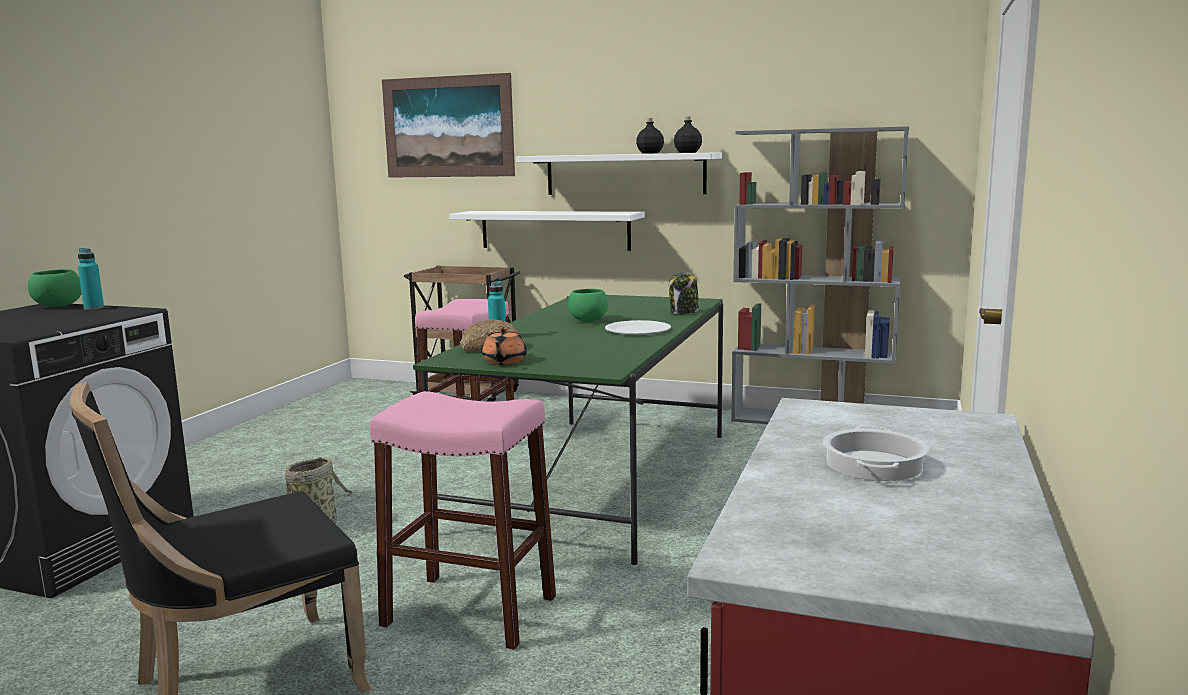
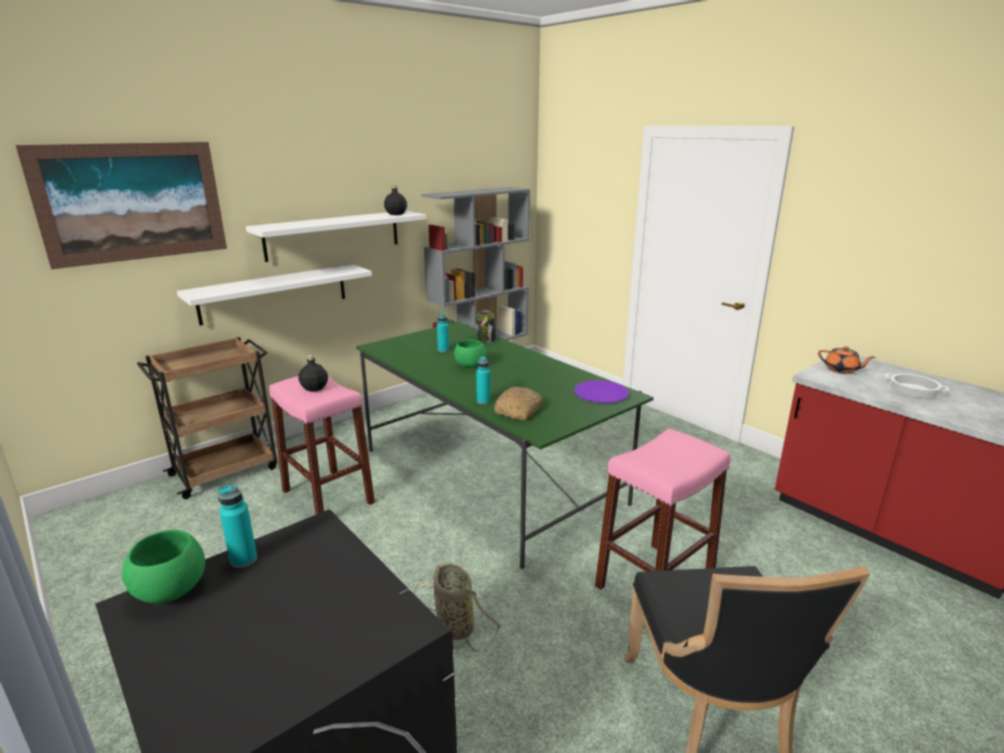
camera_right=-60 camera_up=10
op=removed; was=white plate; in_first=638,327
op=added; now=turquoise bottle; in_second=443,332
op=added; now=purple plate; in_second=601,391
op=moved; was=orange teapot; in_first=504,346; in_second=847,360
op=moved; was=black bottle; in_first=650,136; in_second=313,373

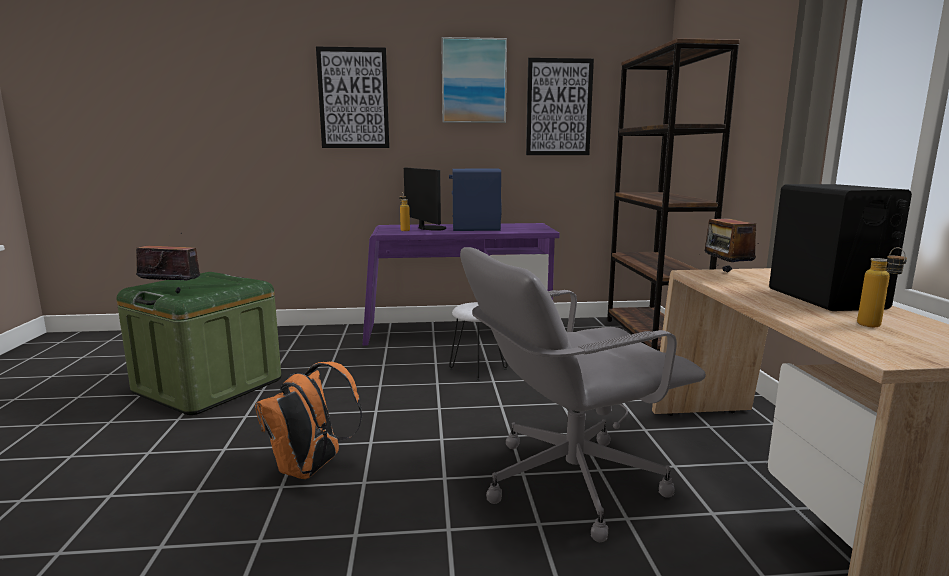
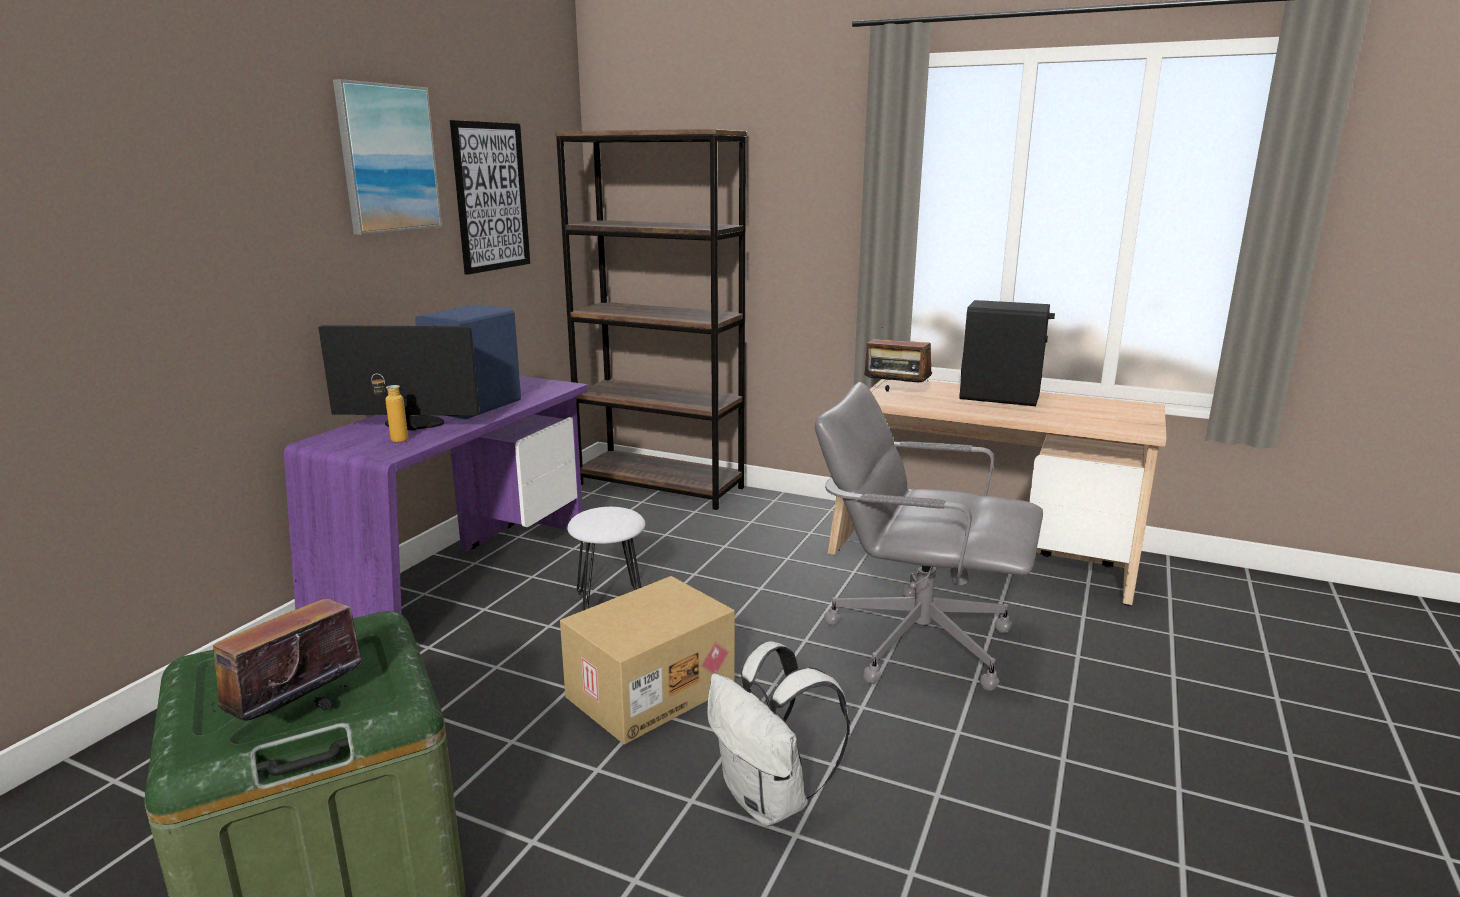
camera_right=-60 camera_up=5
op=removed; was=picture; in_first=352,97
op=removed; was=bottle; in_first=882,287
op=added; now=cardboard box; in_second=647,660
op=recoloured; was=orange backpack; now=white backpack; in_first=308,420; in_second=778,733
op=turned; was=grey office chair; in_first=583,394; in_second=929,536; clockwise=105

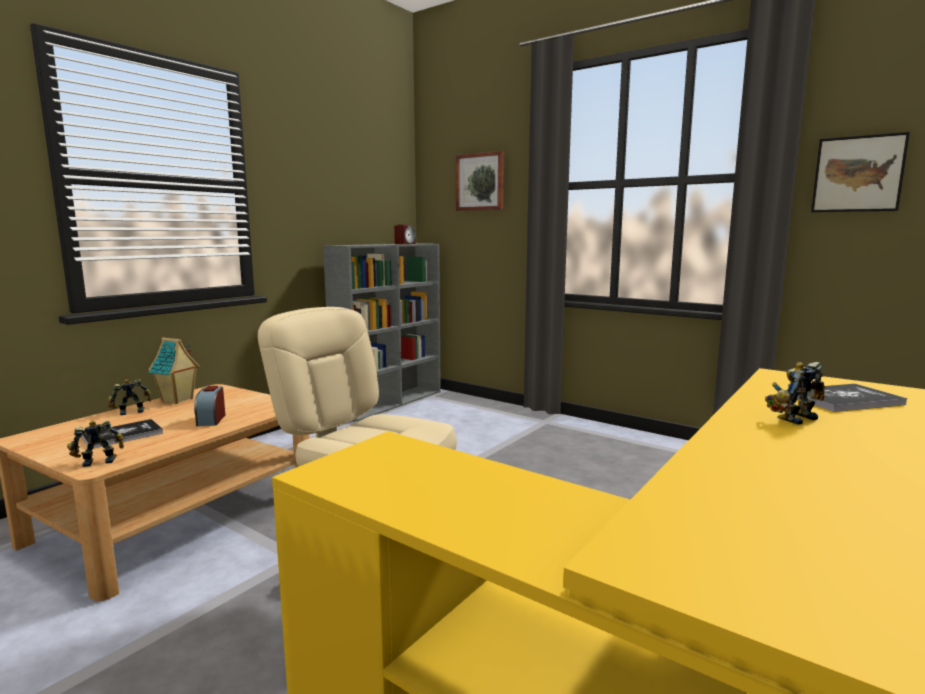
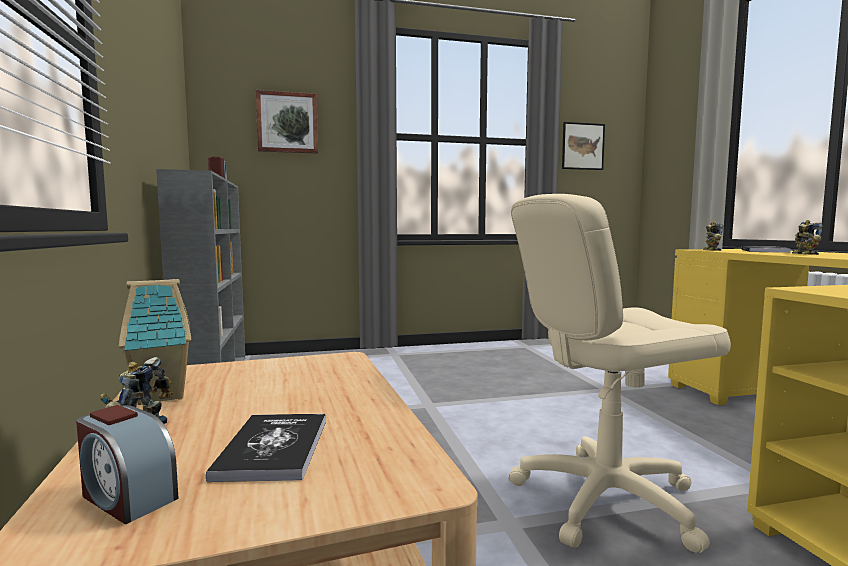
camera_right=-50 camera_up=-5
op=moved; was=toy robot; in_first=95,444; in_second=713,236
op=moved; was=alarm clock; in_first=209,406; in_second=127,464

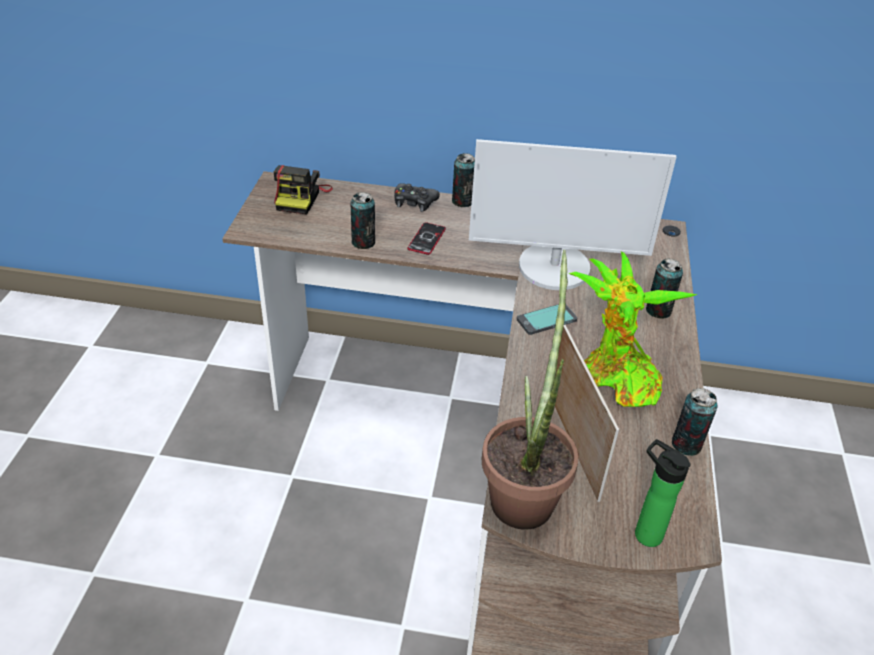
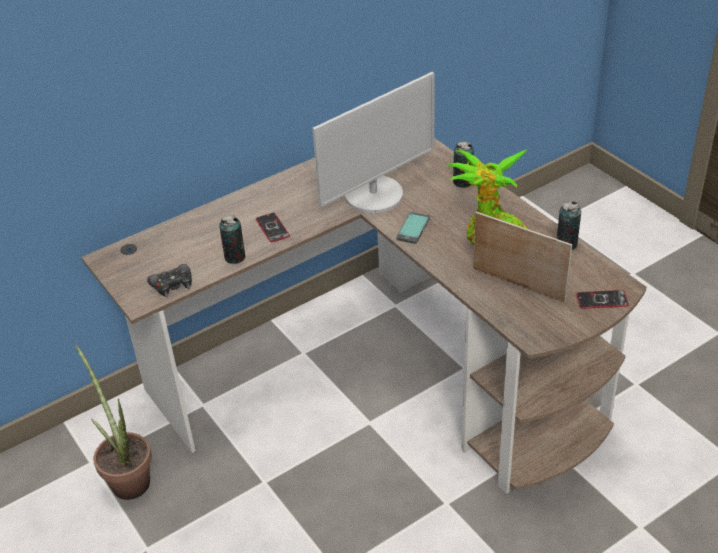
camera_right=-40 camera_up=0
op=removed; was=photo camera; in_first=303,189
op=removed; was=can; in_first=463,180
op=moved; was=black game controller; in_first=417,197; in_second=169,280
op=moved; was=potted plant; in_first=530,390; in_second=113,422
op=replaced; was=bottle; now=phone; in_first=663,493; in_second=602,299

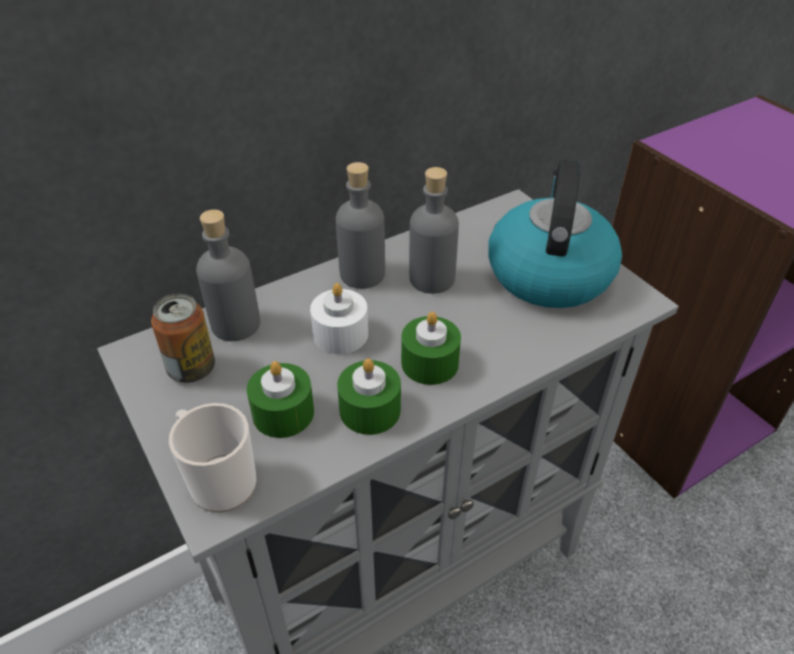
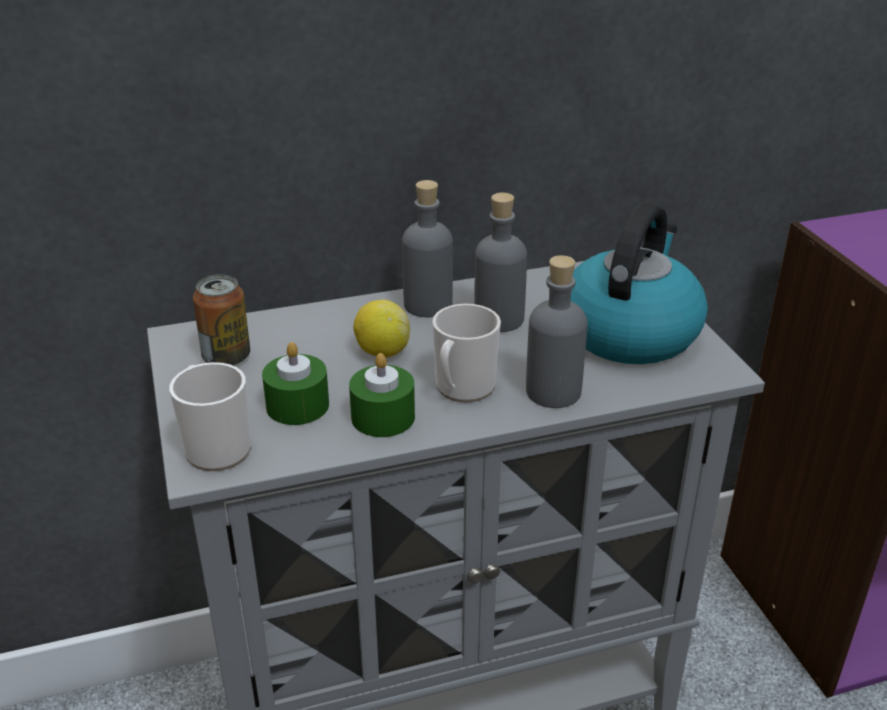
camera_right=15 camera_up=-10
op=moved; was=grey bottle; in_first=228,275; in_second=557,331
op=replaced; was=white candle; now=lemon; in_first=339,318; in_second=381,328
op=replaced; was=green candle; now=mug; in_first=431,348; in_second=466,353

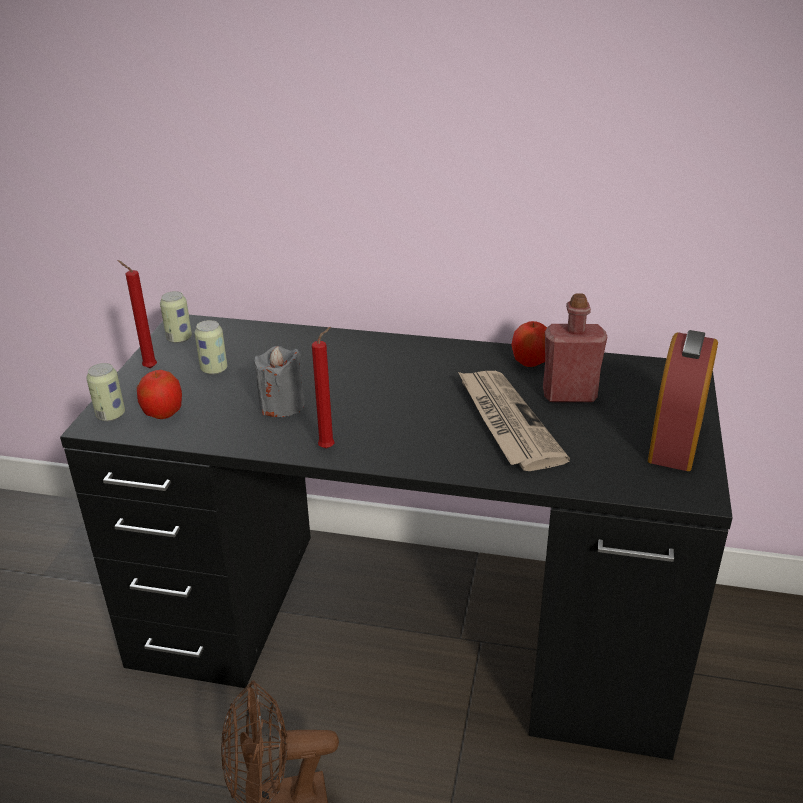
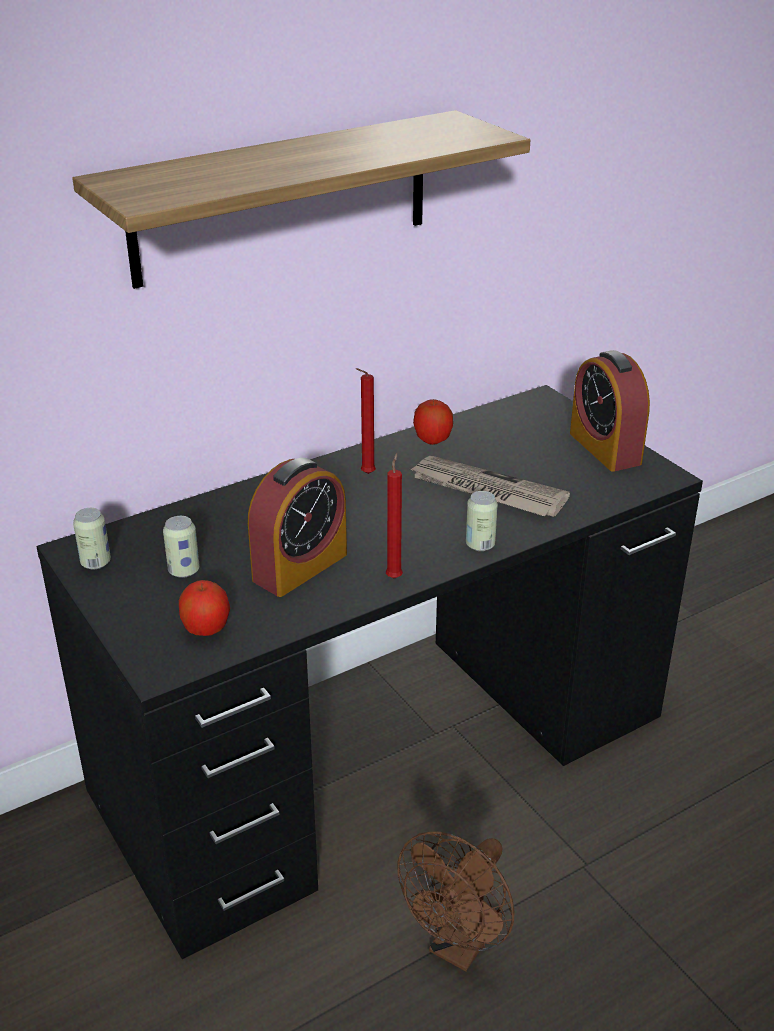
camera_right=-45 camera_up=0
op=removed; was=red bottle; in_first=575,347
op=added; now=shelf; in_second=301,199
op=moved; was=can; in_first=105,392; in_second=482,521
op=moved; was=red candle; in_first=137,314; in_second=366,421
op=replaced; was=grey candle; now=alarm clock; in_first=279,381; in_second=297,527

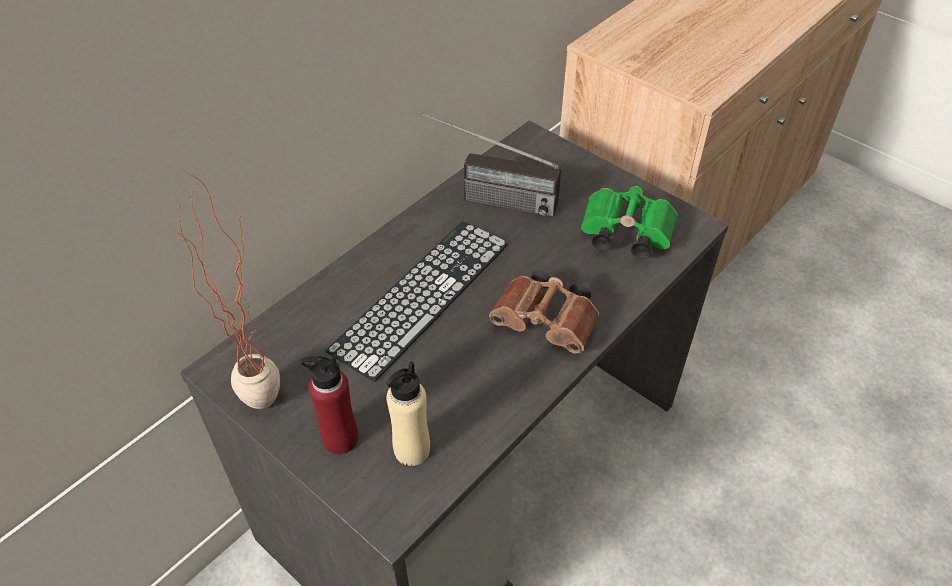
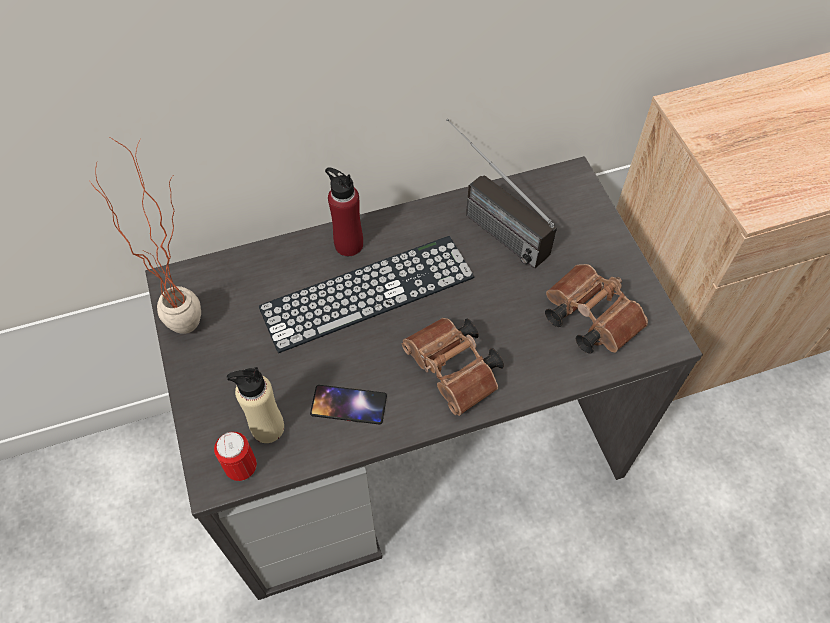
camera_right=30 camera_up=10
op=added; now=can; in_second=235,456
op=added; now=phone; in_second=348,404
op=moved; was=red bottle; in_first=329,404; in_second=344,211
op=recoloured; was=green binoculars; now=brown binoculars; in_first=629,222; in_second=596,309

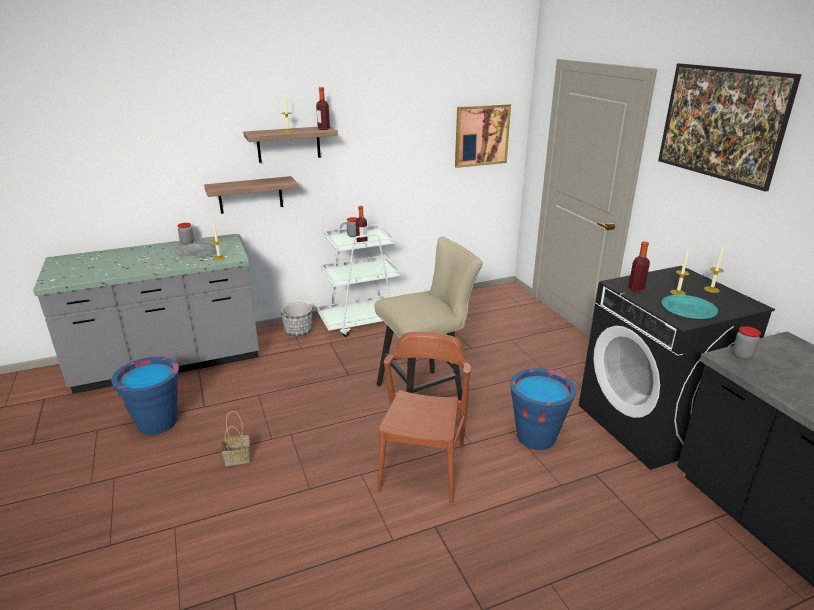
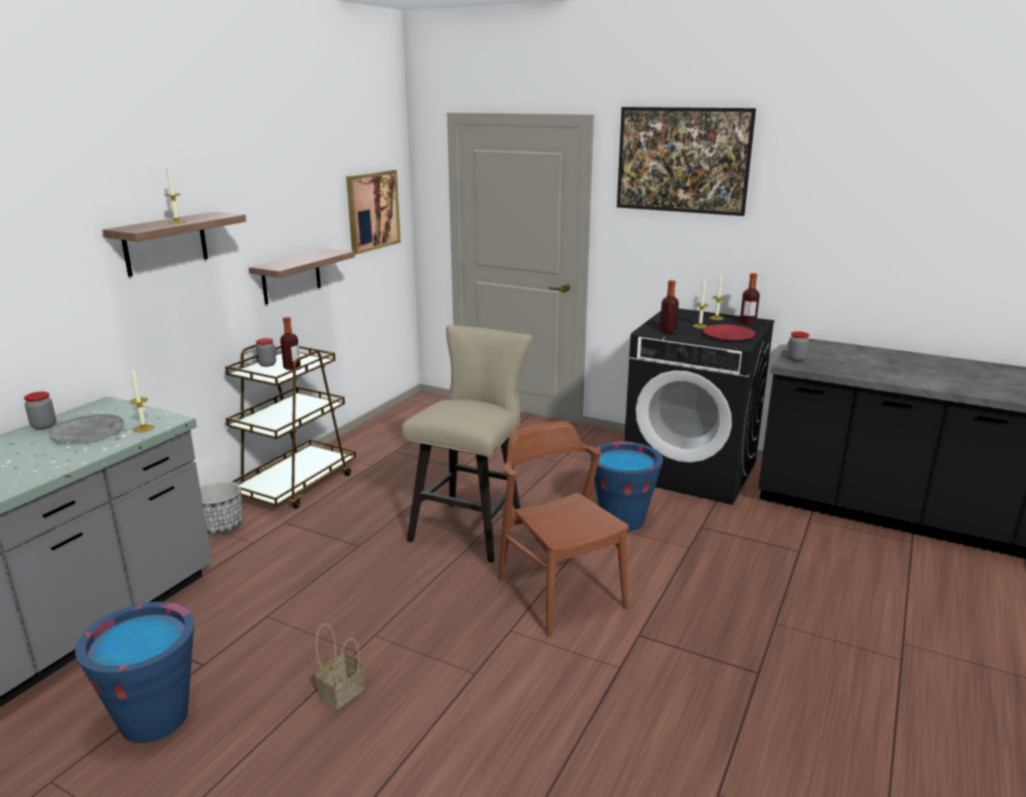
camera_right=-40 camera_up=-5
op=moved; was=shelf; in_first=251,195; in_second=302,276
op=moved; was=bottle; in_first=323,108; in_second=750,298
op=recoloured; was=white cart; now=brown cart; in_first=358,279; in_second=290,426
op=recoloured; was=turquoise plate; now=red plate; in_first=690,307; in_second=729,332

